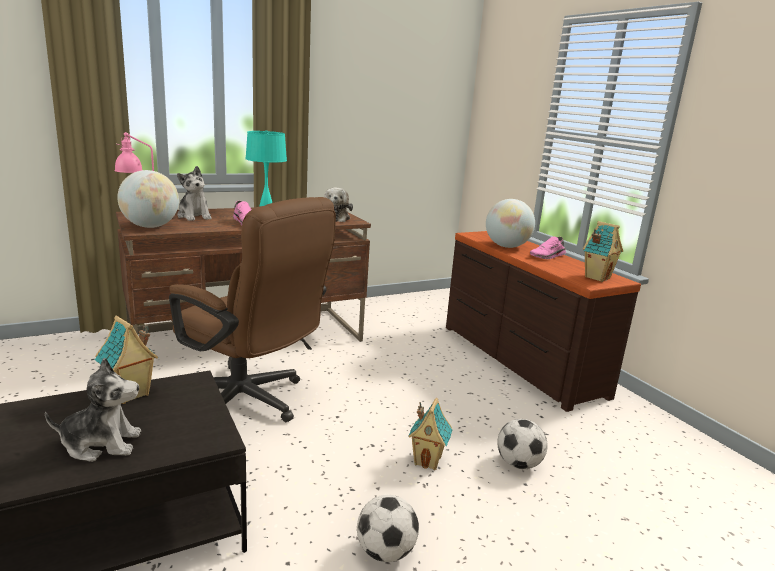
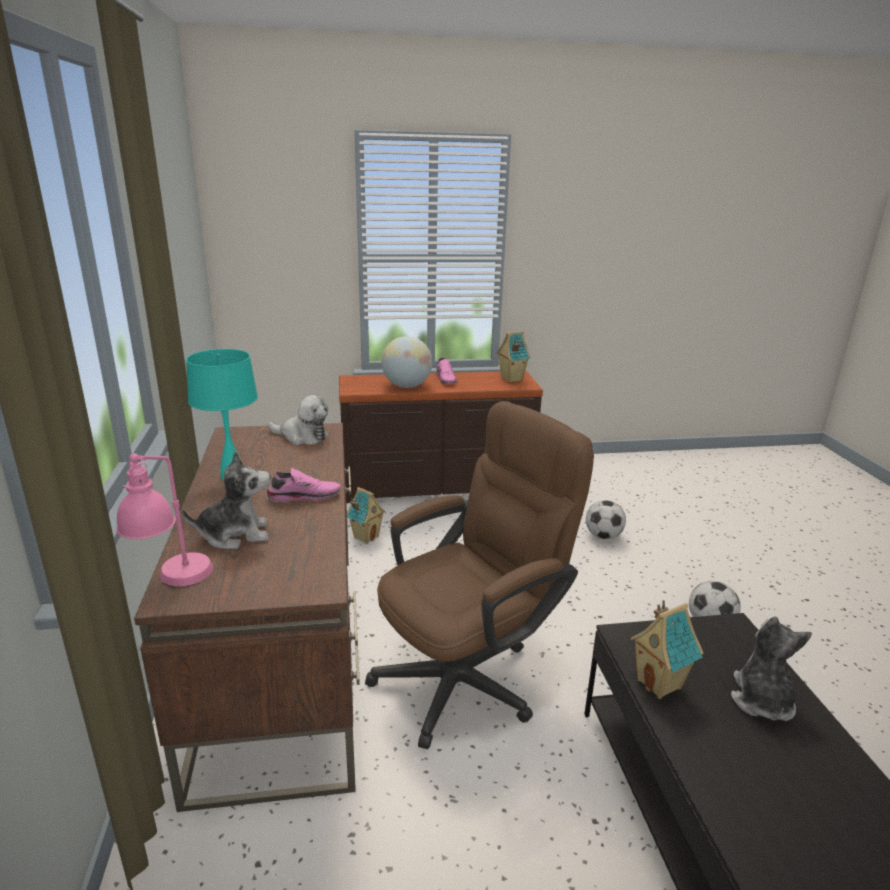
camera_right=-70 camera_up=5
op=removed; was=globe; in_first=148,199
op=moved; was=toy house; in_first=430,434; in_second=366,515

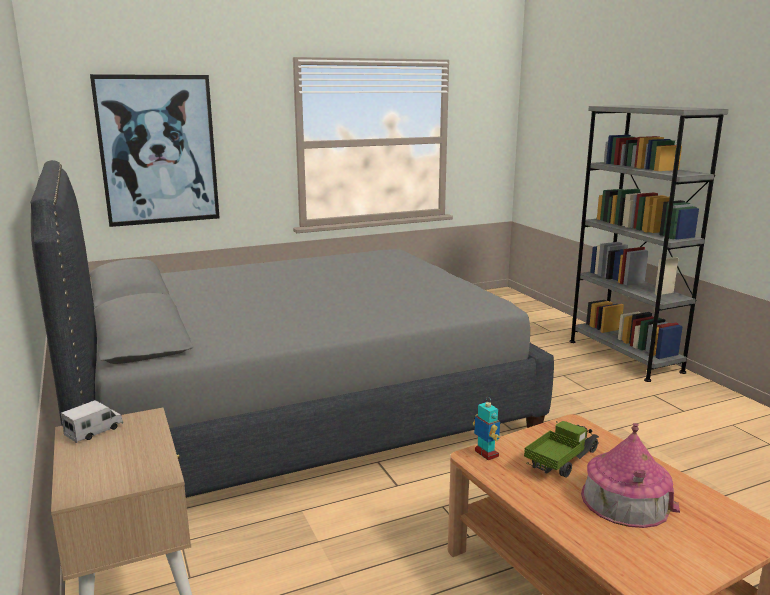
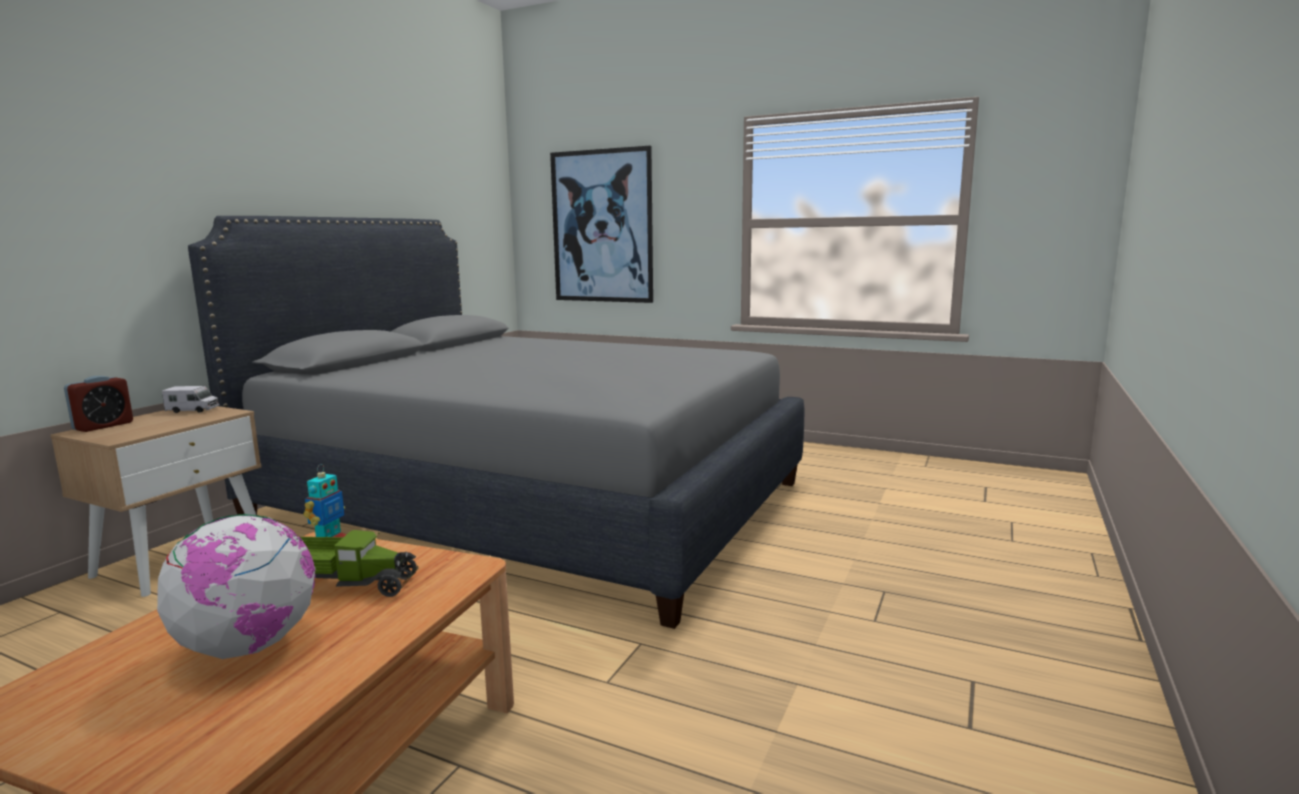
camera_right=50 camera_up=-5
op=removed; was=grey bookcase; in_first=649,243
op=added; now=alarm clock; in_second=98,404
op=replaced; was=toy house; now=globe; in_first=630,475; in_second=236,586

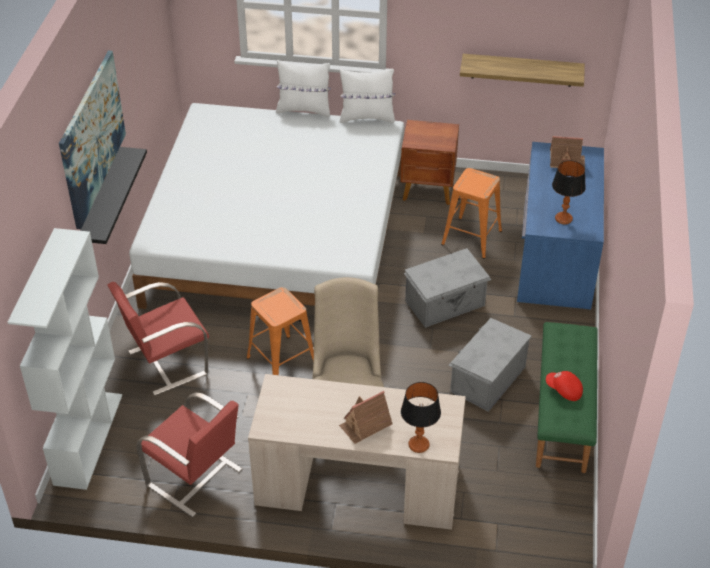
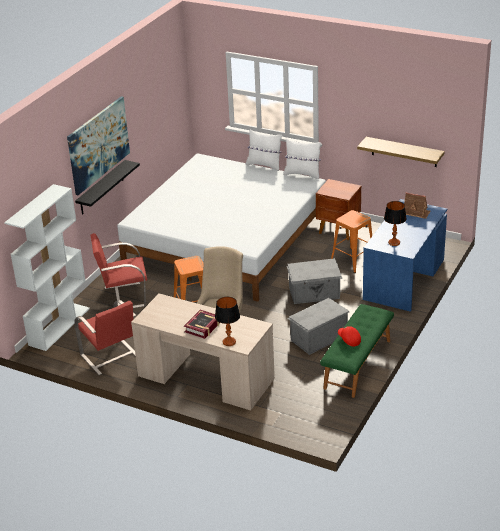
camera_right=20 camera_up=-10
op=replaced; was=toy house; now=book; in_first=365,417; in_second=202,324

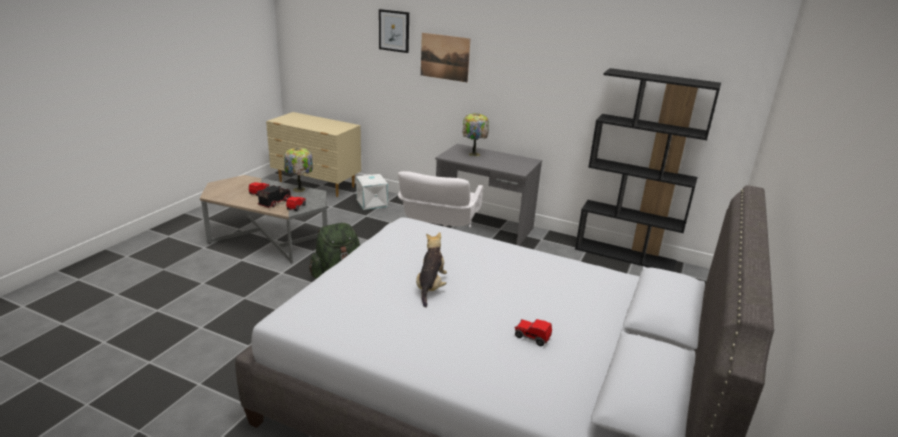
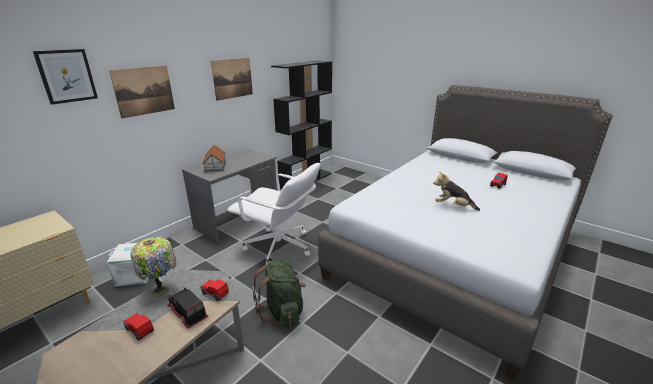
camera_right=-75 camera_up=0
op=added; now=picture; in_second=232,79
op=replaced; was=table lamp; now=toy house; in_first=475,134; in_second=214,158

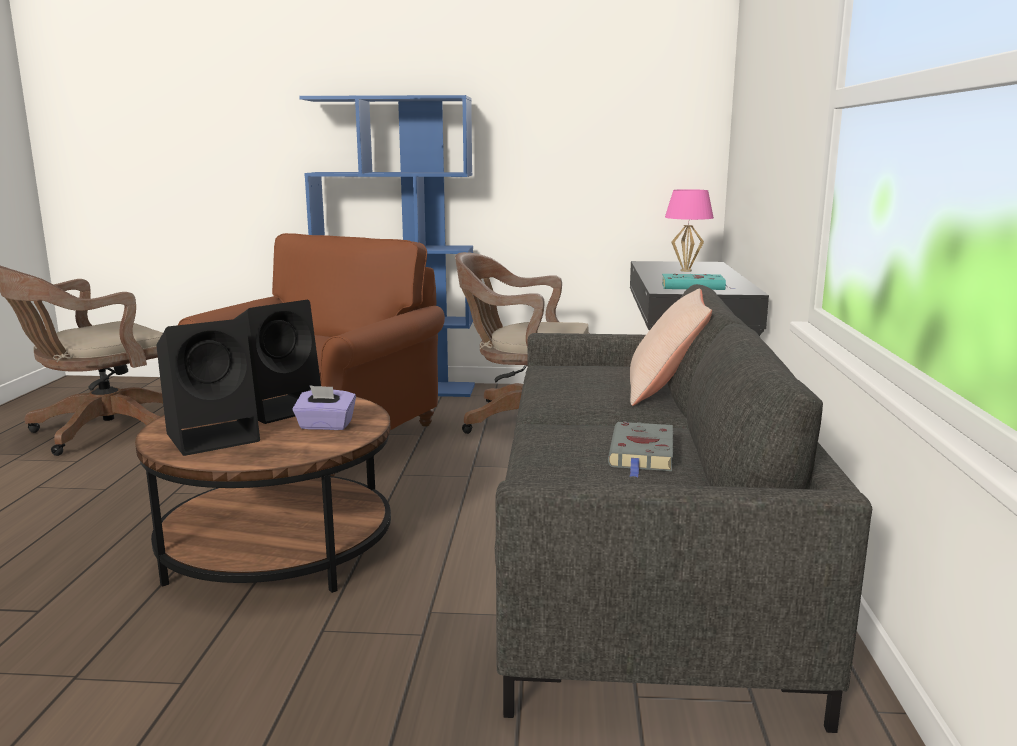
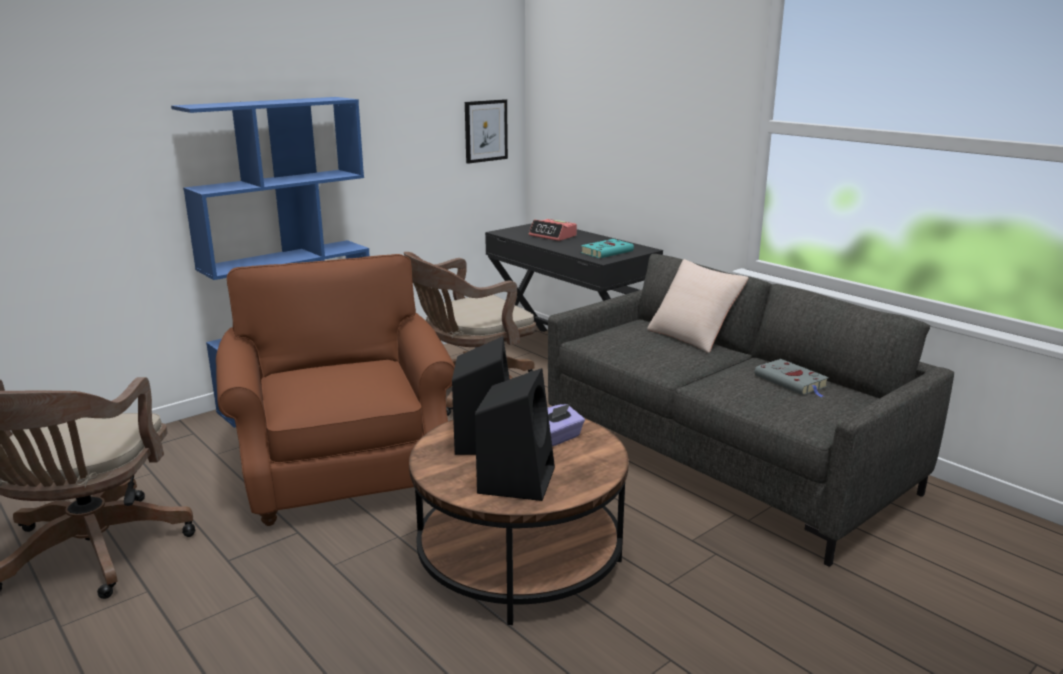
camera_right=-45 camera_up=5
op=added; now=picture; in_second=486,131
op=replaced; was=pink table lamp; now=alarm clock; in_first=689,230; in_second=553,230

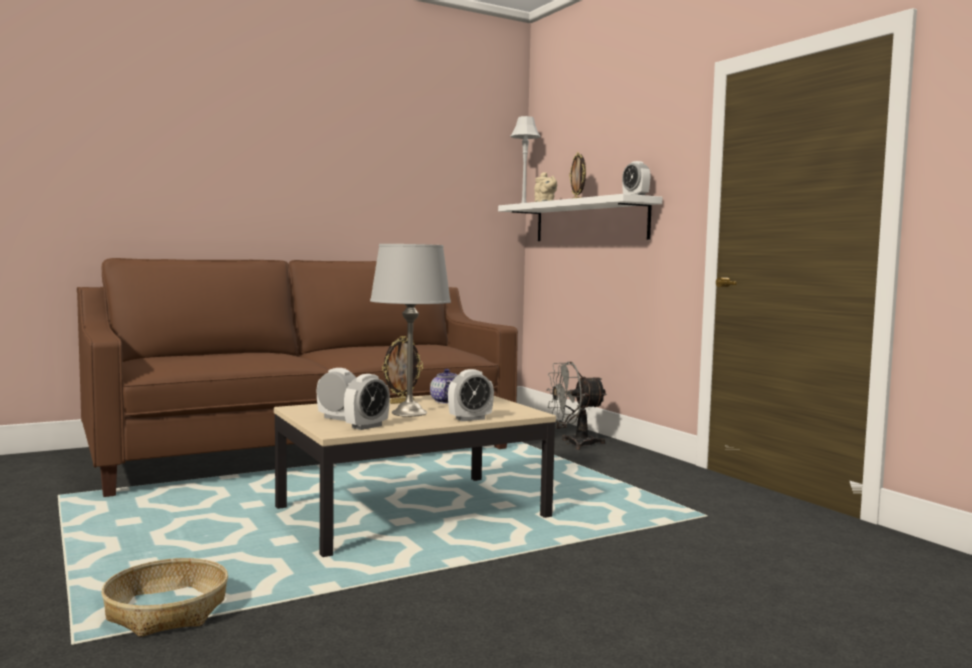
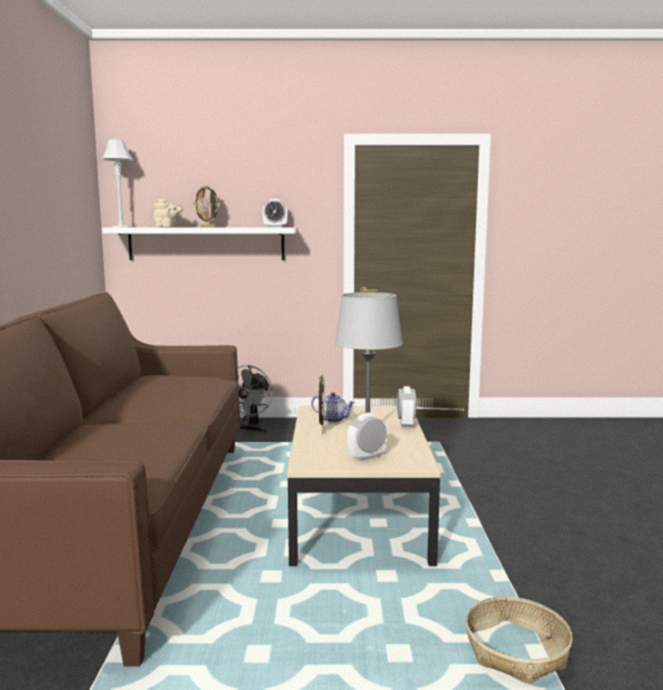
camera_right=-60 camera_up=5
op=removed; was=alarm clock; in_first=367,402

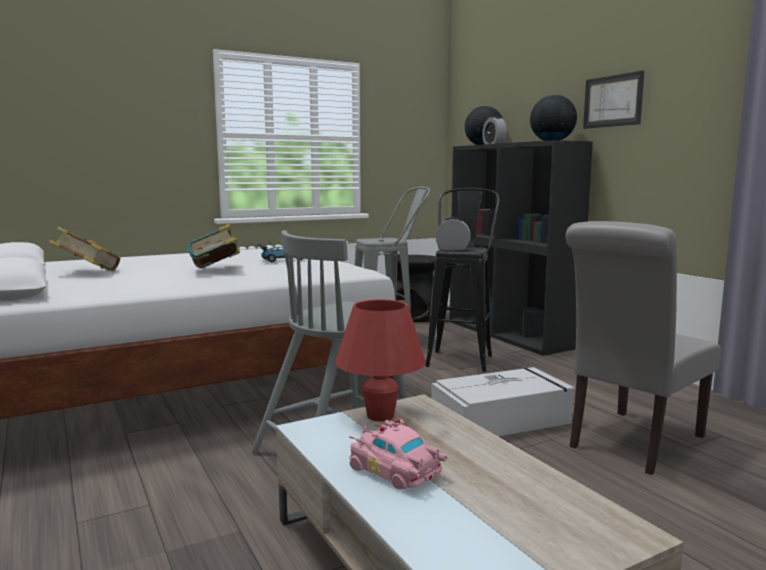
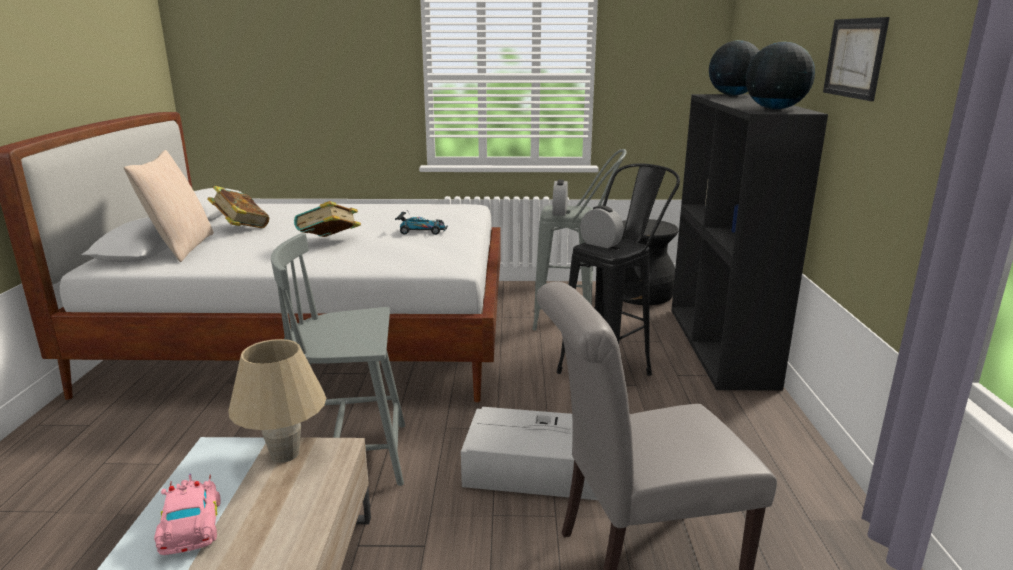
camera_right=30 camera_up=10
op=added; now=beige pillow; in_second=169,206
op=moved; was=alarm clock; in_first=494,130; in_second=560,198
op=recoloured; was=red table lamp; now=beige table lamp; in_first=380,360; in_second=277,401

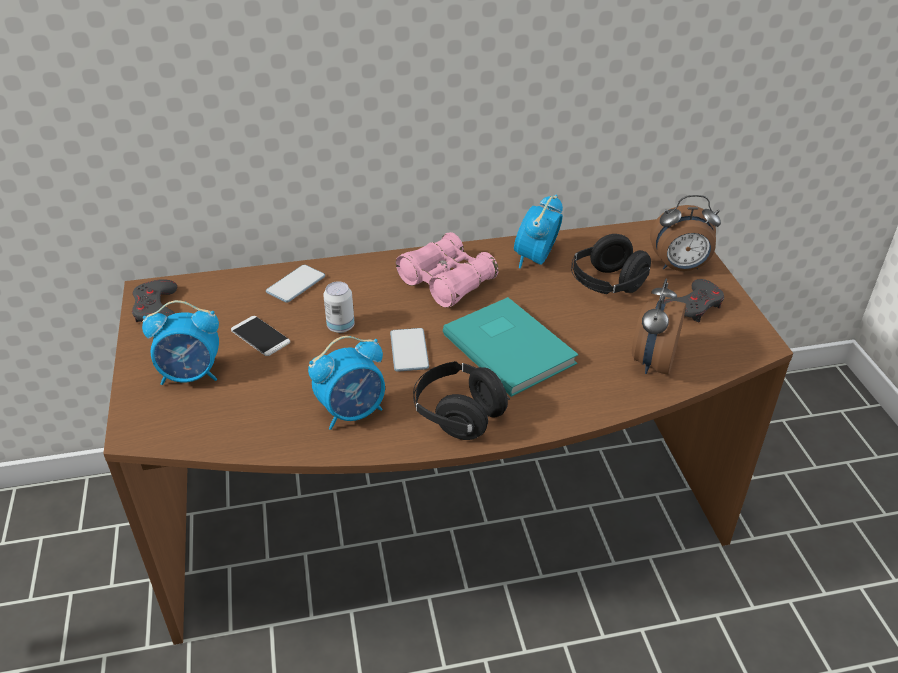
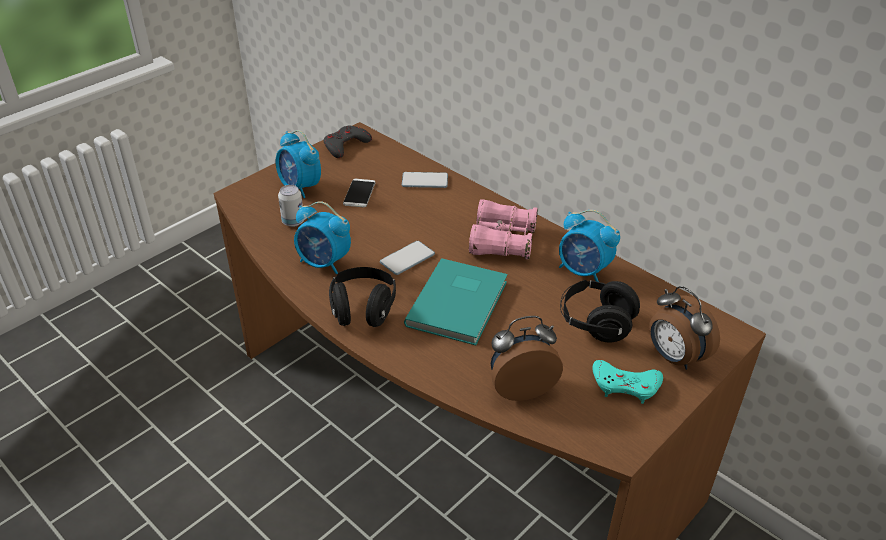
camera_right=55 camera_up=0
op=moved; was=can; in_first=339,307; in_second=291,206
op=recoloured; was=grey game controller; now=turquoise game controller; in_first=694,301; in_second=627,382
op=turned; was=alarm clock; in_first=538,231; in_second=589,246; clockwise=-135

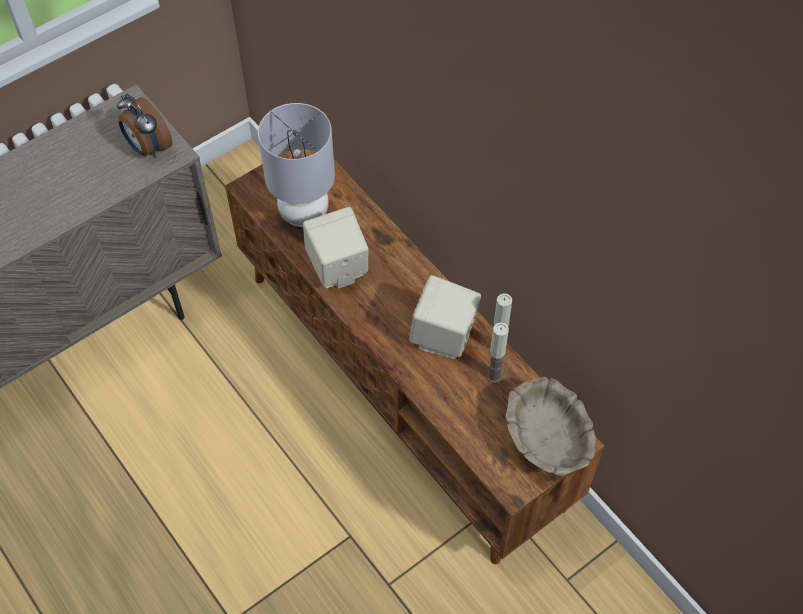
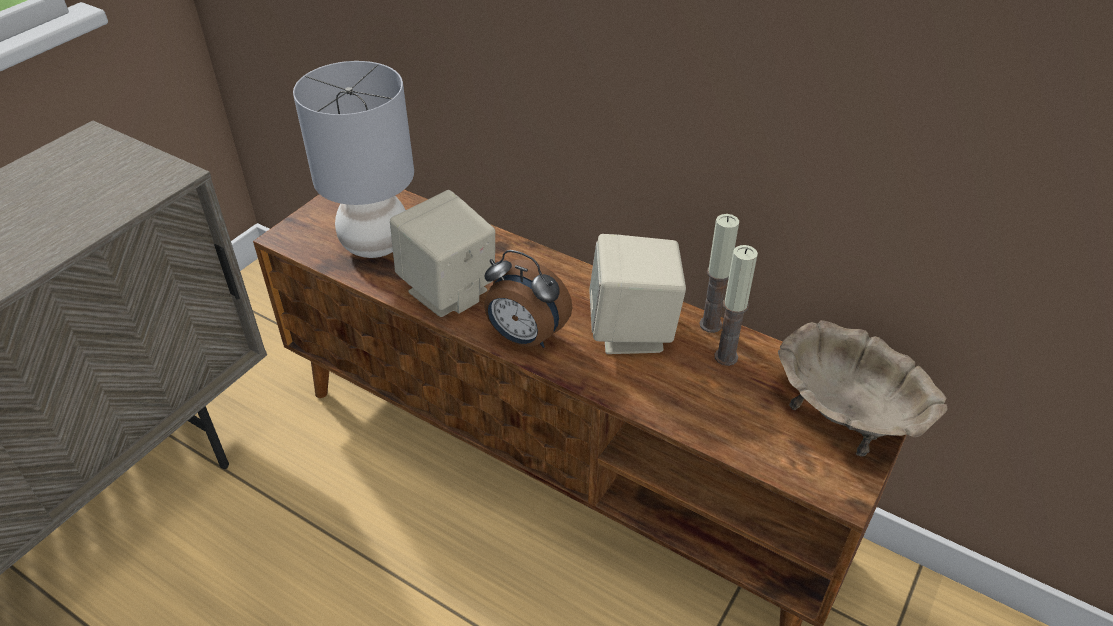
camera_right=-20 camera_up=-15
op=moved; was=alarm clock; in_first=145,125; in_second=528,299

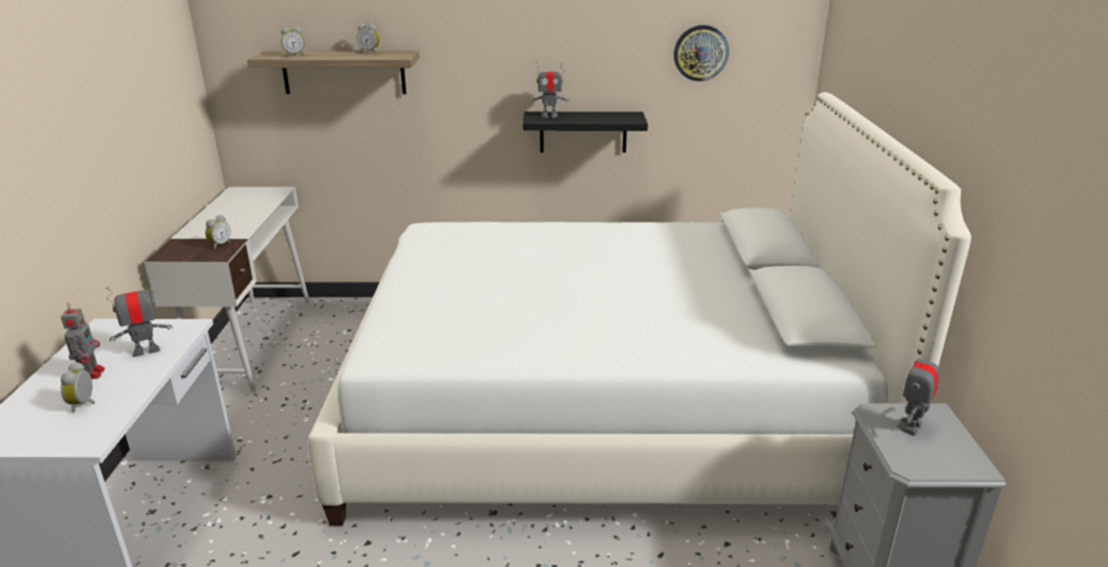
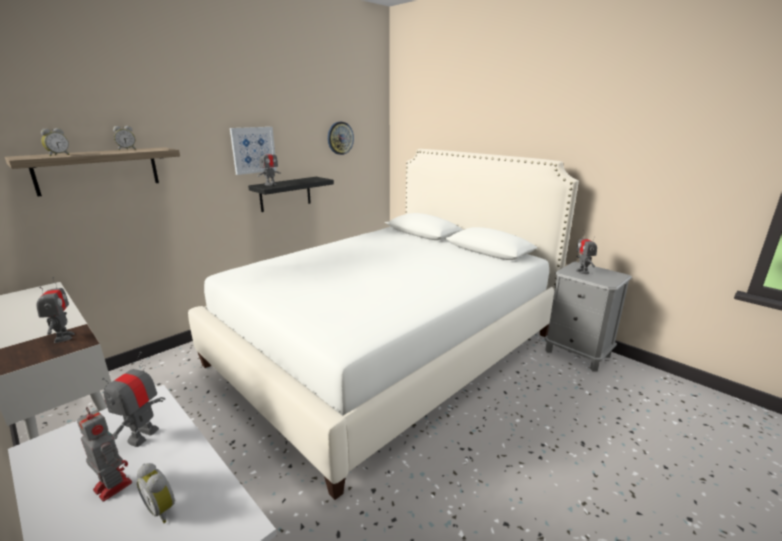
camera_right=-45 camera_up=-5
op=added; now=picture; in_second=253,151
op=replaced; was=alarm clock; now=toy robot; in_first=218,232; in_second=55,310

